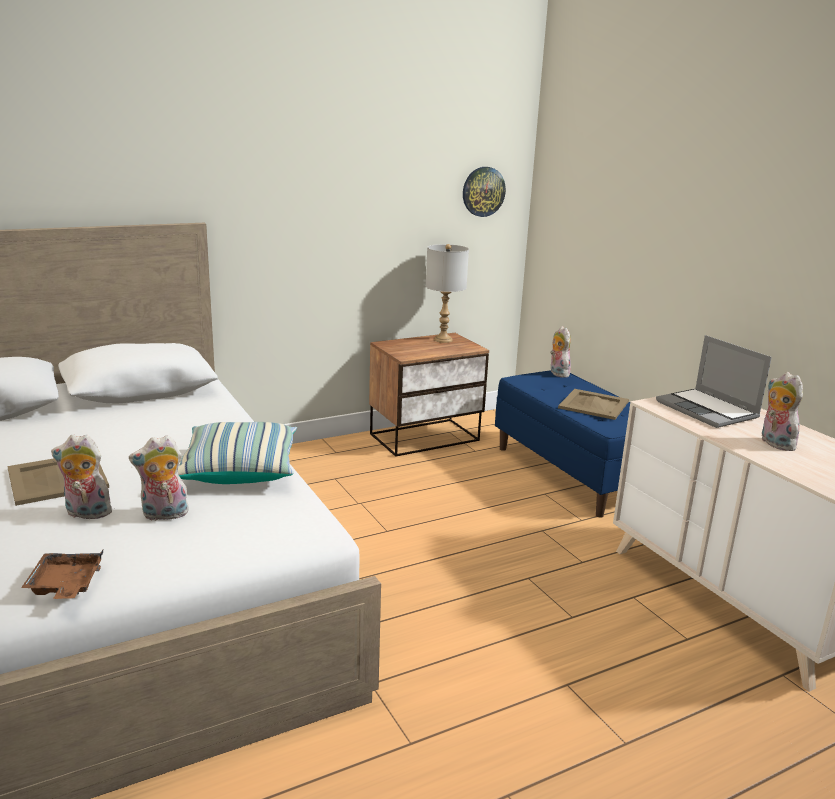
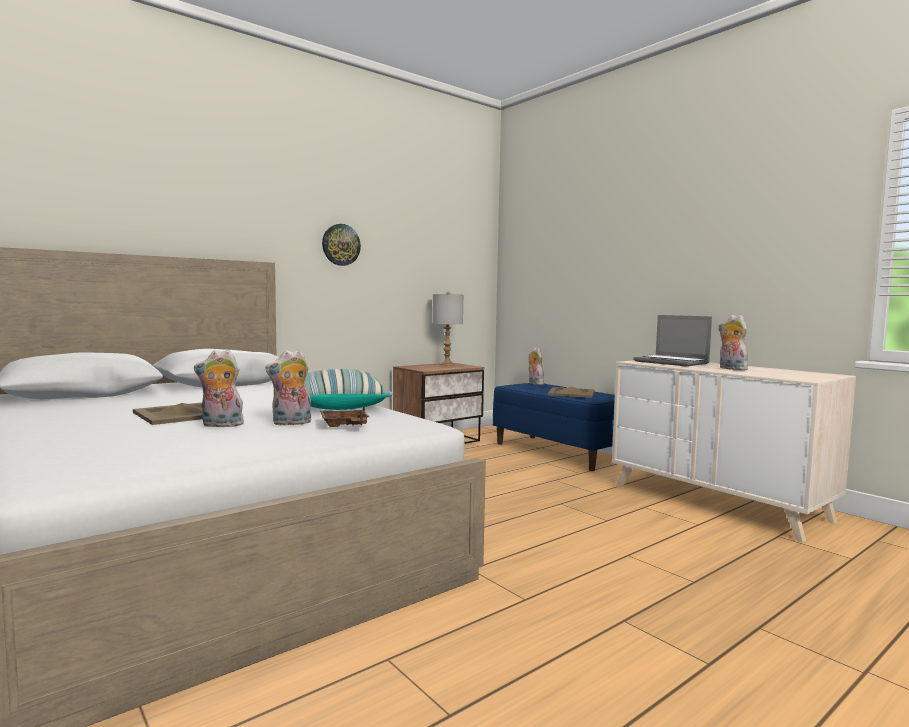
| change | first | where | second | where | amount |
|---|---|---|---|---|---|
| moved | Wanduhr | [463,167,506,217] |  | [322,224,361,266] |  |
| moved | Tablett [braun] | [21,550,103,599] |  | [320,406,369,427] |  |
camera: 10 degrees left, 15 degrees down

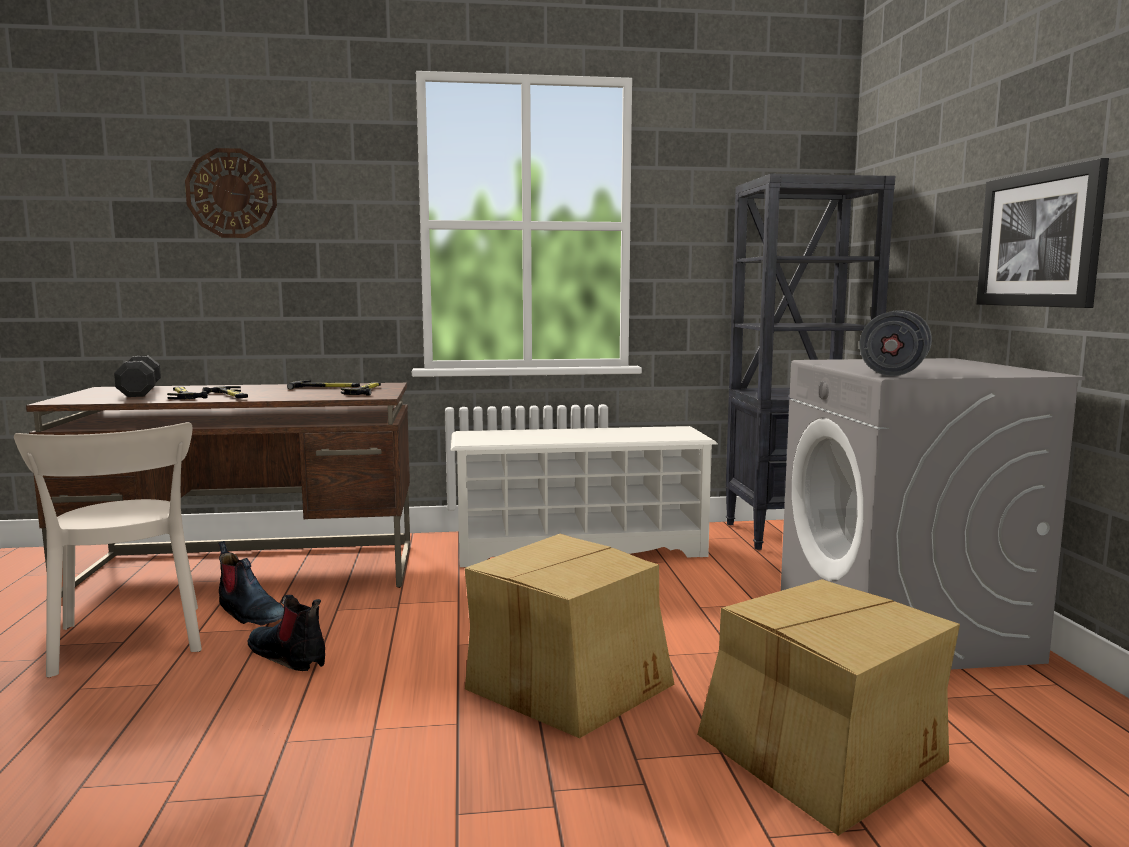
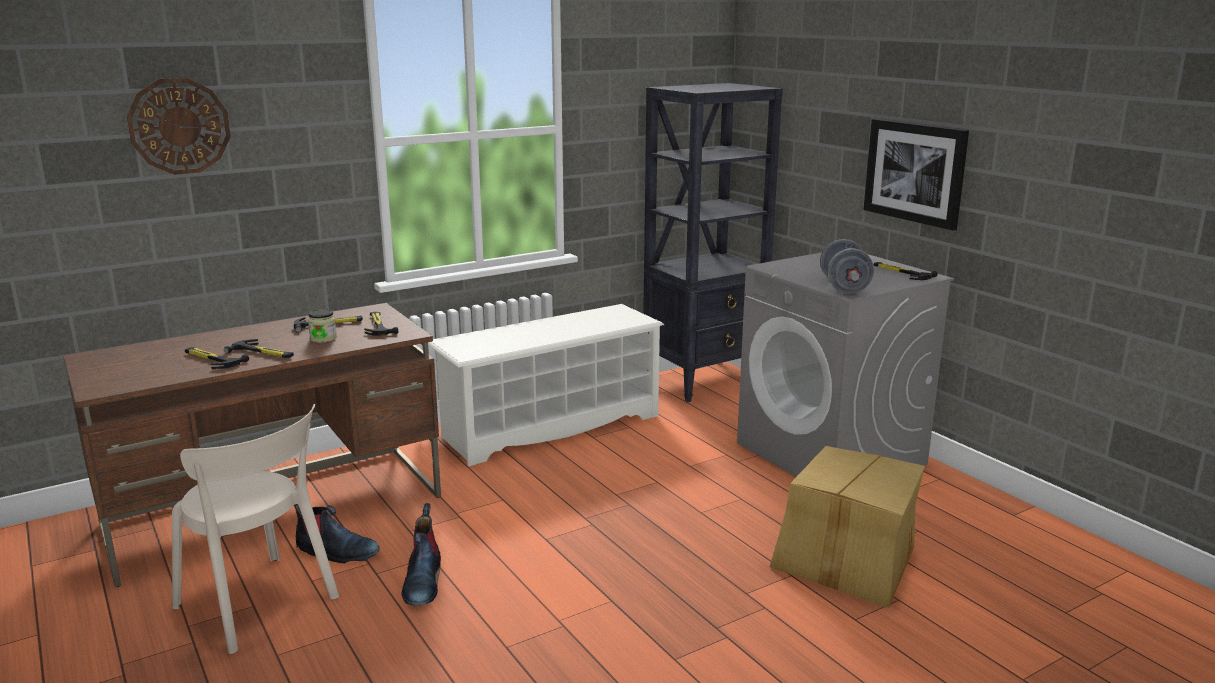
| change | first | where | second | where | amount |
|---|---|---|---|---|---|
| removed | Hantel [schwarz] | [114,356,161,397] |  |  |  |
| removed | Karton | [465,534,674,738] |  |  |  |
| turned | Stiefel | [248,595,325,671] |  | [401,503,441,606] | 105 degrees counterclockwise |
| added |  |  | Hammer | [874,262,938,280] |  |
| added |  |  | Vorratsglas | [308,309,337,343] |  |
camera: 25 degrees left, 10 degrees up

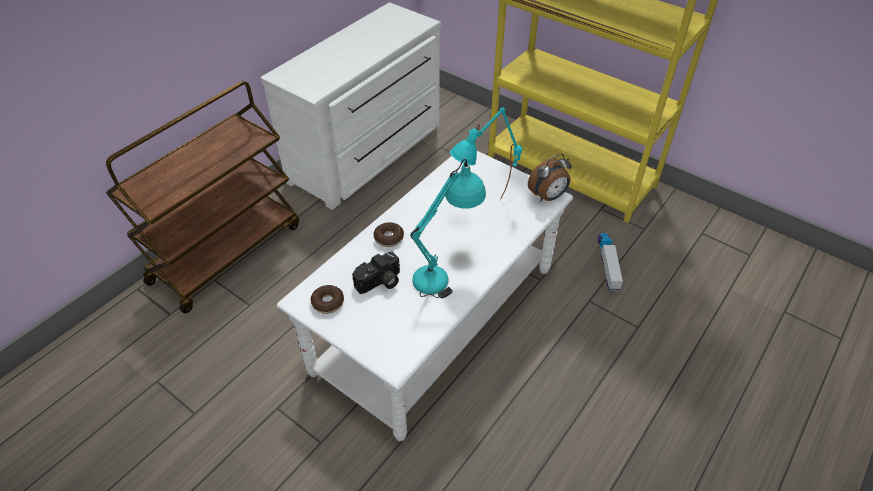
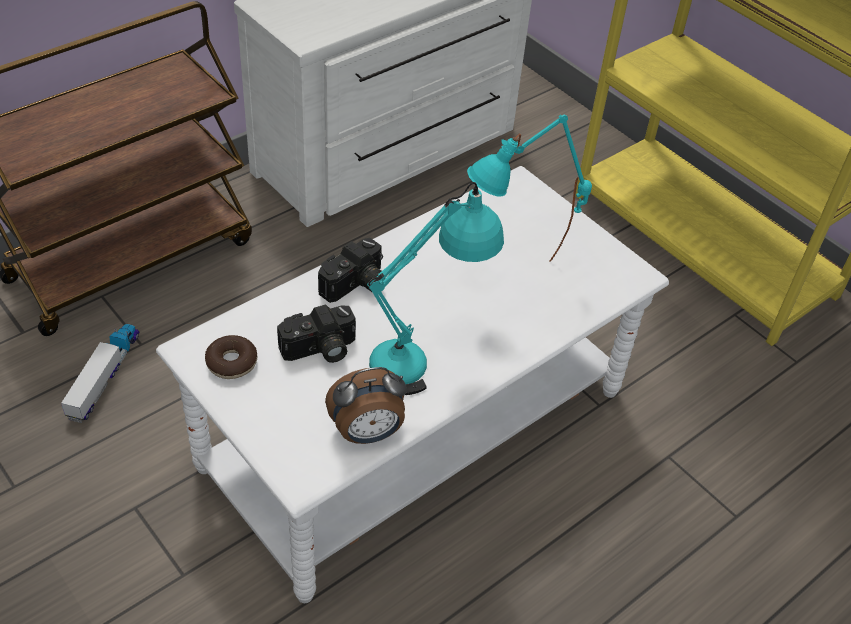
| change | first | where | second | where | amount |
|---|---|---|---|---|---|
| moved | Wecker | [528,154,572,202] |  | [325,367,407,444] |  |
| replaced | Donut | [374,222,404,247] | Kamera | [318,238,383,303] |  |
| moved | Spielzeuglaster | [598,233,623,292] |  | [61,324,140,423] |  |
camera: 10 degrees right, 0 degrees up

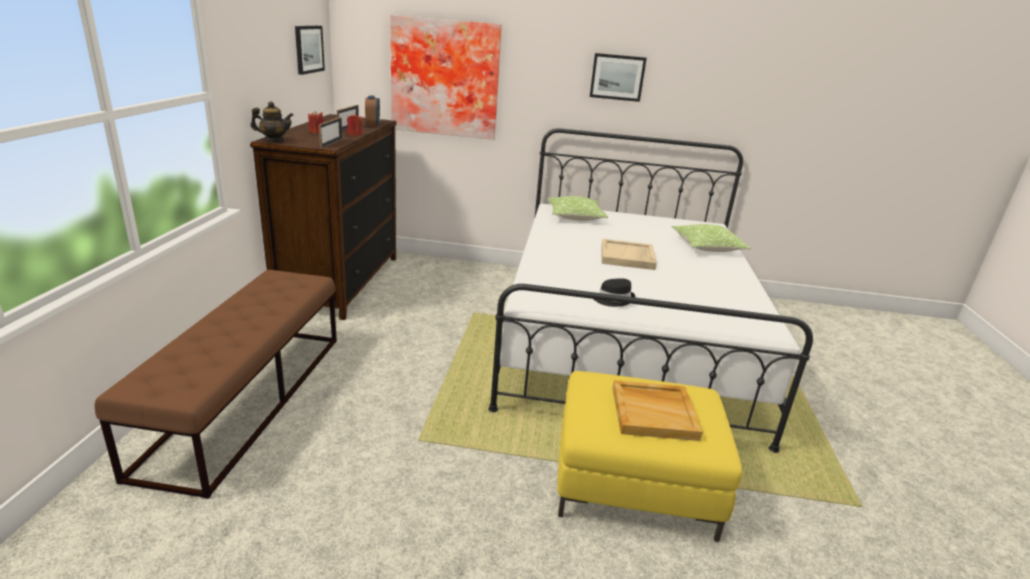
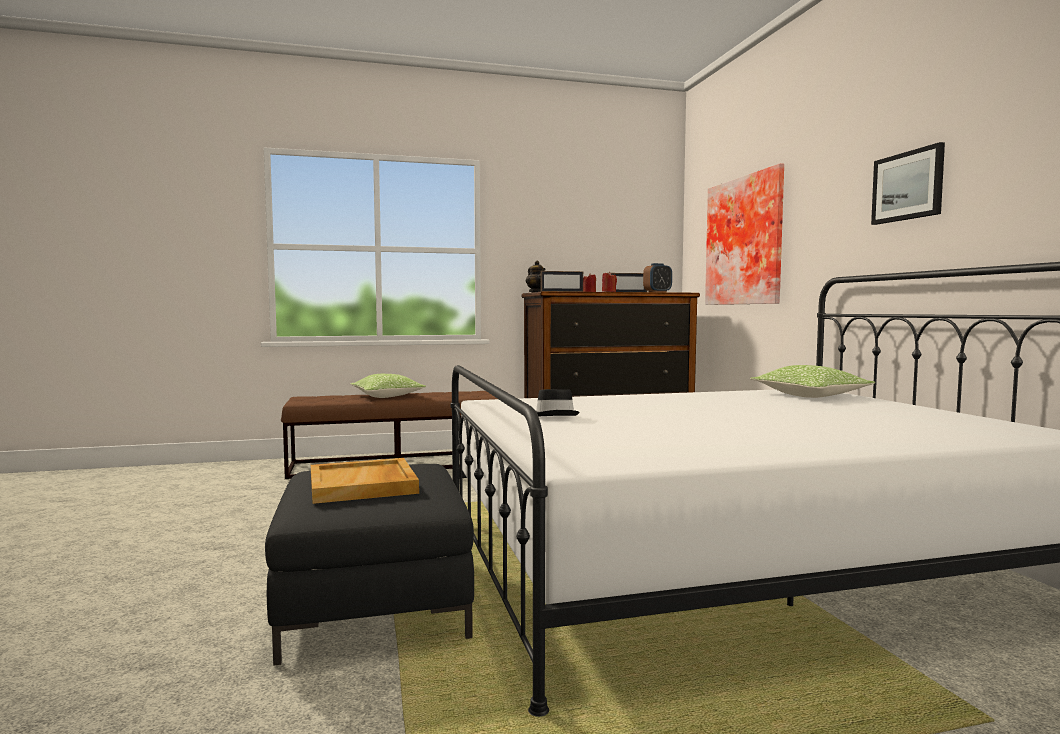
| change | first | where | second | where | amount |
|---|---|---|---|---|---|
| removed | Bild | [295,26,325,75] |  |  |  |
| moved | Kissen | [672,224,751,252] |  | [351,374,426,398] |  |
| removed | Tablett [beige] | [602,239,657,270] |  |  |  |
| recoloured | Polsterhocker [gelb] | [557,371,742,542] | Polsterhocker [schwarz] | [265,464,474,665] |  |
camera: 70 degrees right, 20 degrees down

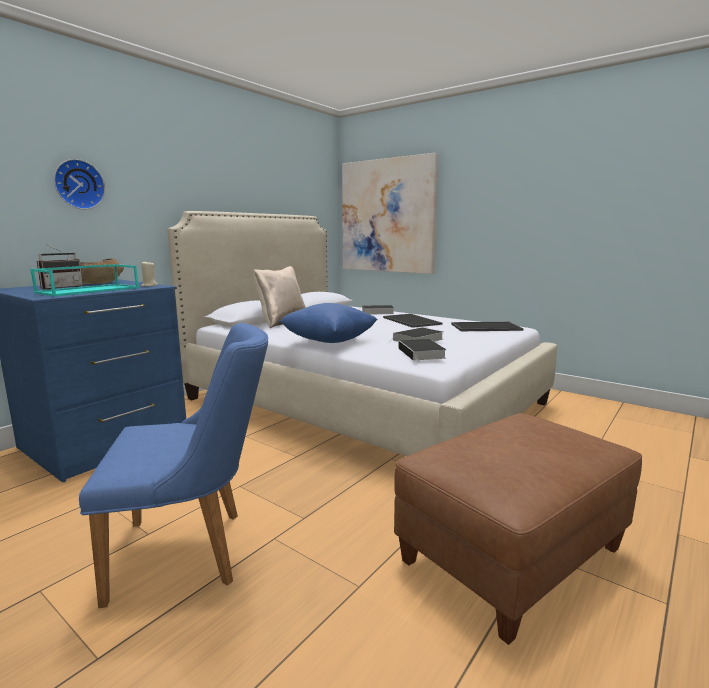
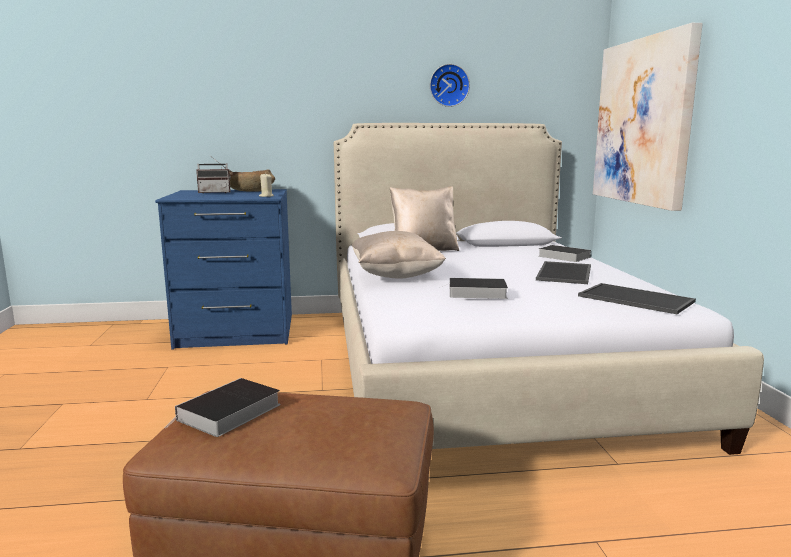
| change | first | where | second | where | amount |
|---|---|---|---|---|---|
| moved | Wanduhr | [54,159,105,209] |  | [430,64,470,107] |  |
| removed | Tablett [türkis] | [30,264,139,297] |  |  |  |
| recoloured | Kissen [blau] | [280,303,378,343] | Kissen [beige] | [351,231,446,278] |  |
| removed | Stuhl [blau] | [79,323,268,608] |  |  |  |
| moved | Buch | [398,339,447,363] |  | [164,378,280,437] |  |
camera: 45 degrees right, 0 degrees up

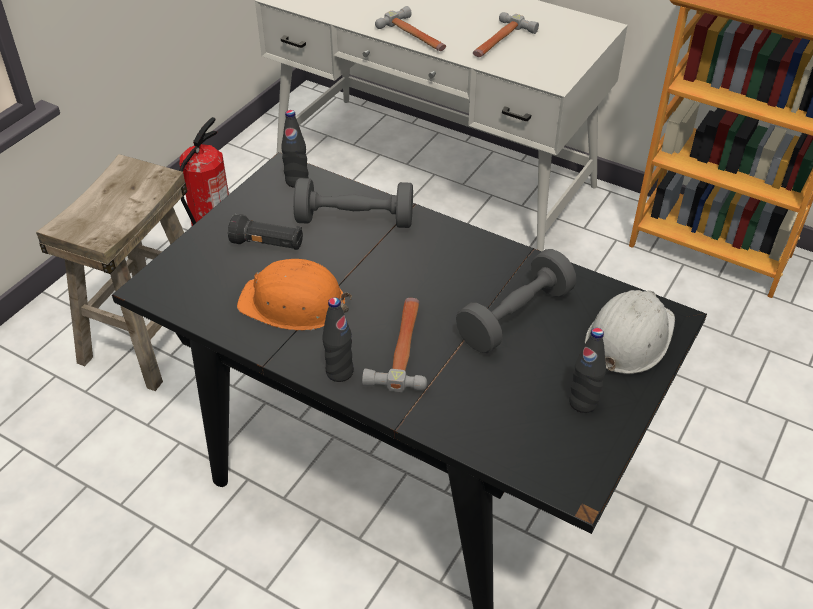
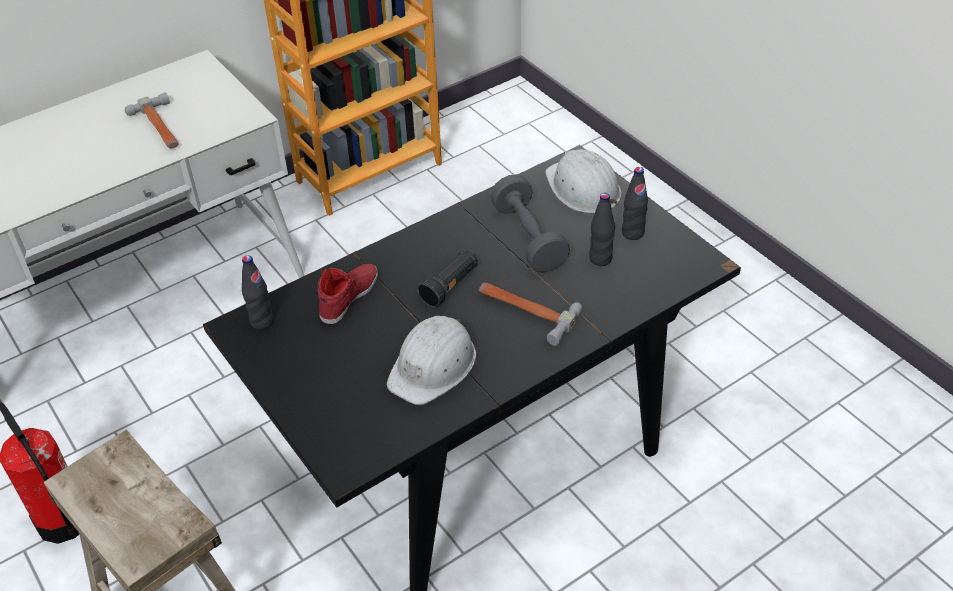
| change | first | where | second | where | amount |
|---|---|---|---|---|---|
| removed | Hammer | [375,6,446,51] |  |  |  |
| replaced | Hantel [grau] | [293,178,413,228] | Schuh [rot] | [317,264,378,324] |  |
| moved | Taschenlampe [schwarz] | [228,214,303,250] |  | [417,250,478,307] |  |
| recoloured | Schutzhelm [orange] | [237,259,352,331] | Schutzhelm [weiß] | [387,316,476,405] |  |
| moved | Flasche [schwarz] | [322,297,354,382] |  | [589,193,615,266] |  |
camera: 65 degrees left, 0 degrees up

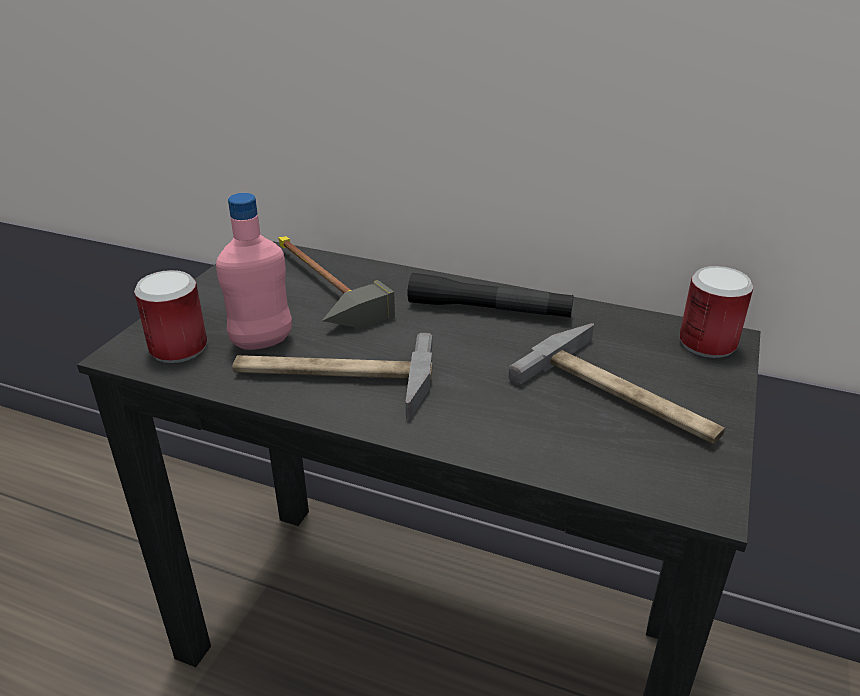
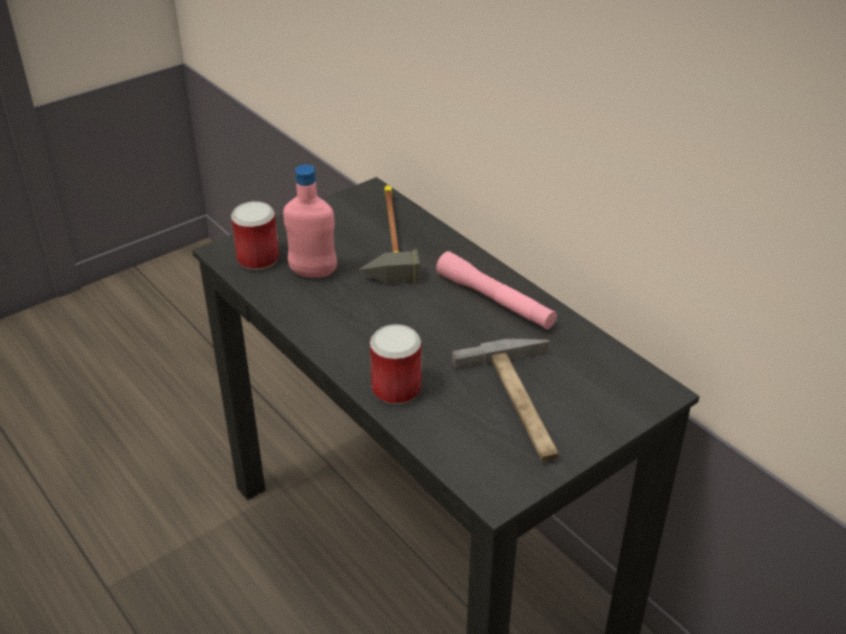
| change | first | where | second | where | amount |
|---|---|---|---|---|---|
| moved | Dose | [680,266,753,358] |  | [370,324,421,405] |  |
| recoloured | Taschenlampe [schwarz] | [407,273,574,318] | Taschenlampe [rosa] | [436,251,557,330] |  |
| removed | Hammer | [232,333,432,420] |  |  |  |
camera: 30 degrees right, 5 degrees up

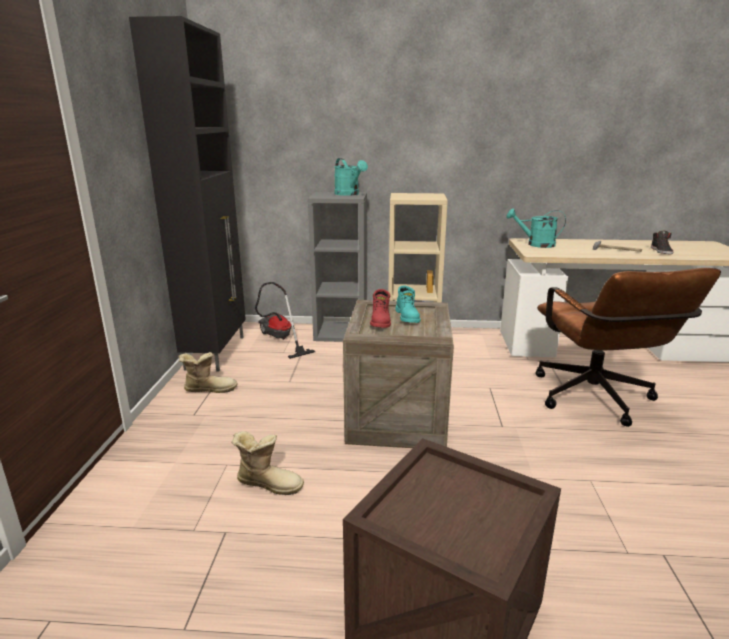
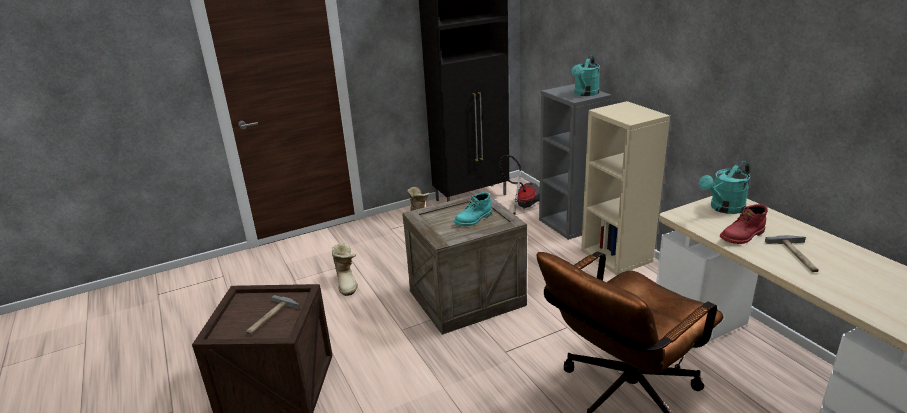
| change | first | where | second | where | amount |
|---|---|---|---|---|---|
| turned | Gießkanne [türkis] | [506,208,566,248] |  | [699,161,750,214] | 105 degrees counterclockwise |
| removed | Schuh [schwarz] | [651,231,674,254] |  |  |  |
| moved | Stiefel [rot] | [370,289,391,328] |  | [720,204,768,244] |  |
| added |  |  | Hammer | [245,295,300,334] |  |
camera: 60 degrees right, 5 degrees up

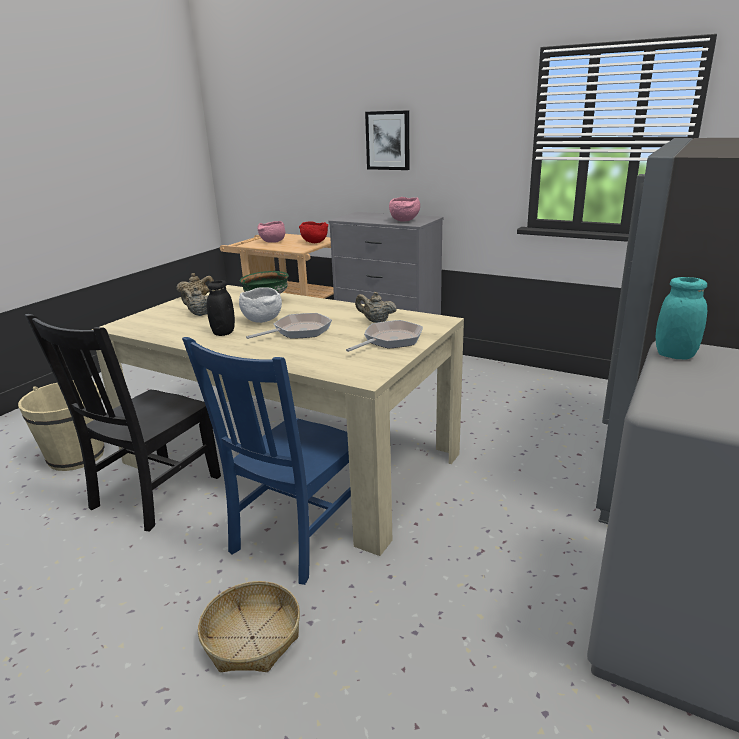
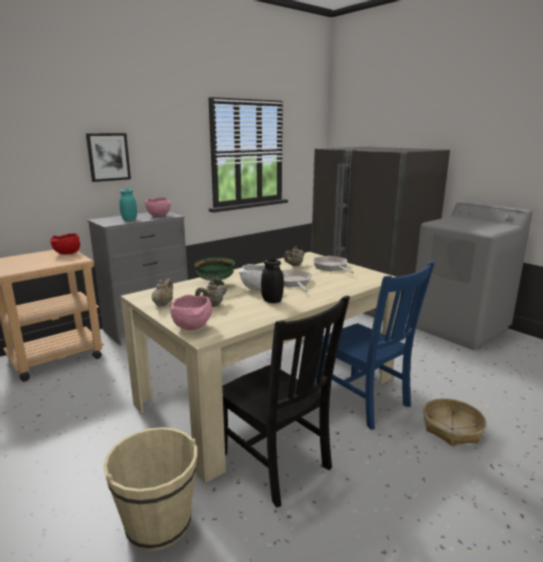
| change | first | where | second | where | amount |
|---|---|---|---|---|---|
| moved | Schüssel [rosa] | [257,221,286,243] |  | [170,295,212,330] |  |
| moved | Vorratsglas [türkis] | [656,277,707,359] |  | [119,189,137,221] |  |
camera: 70 degrees left, 5 degrees down

